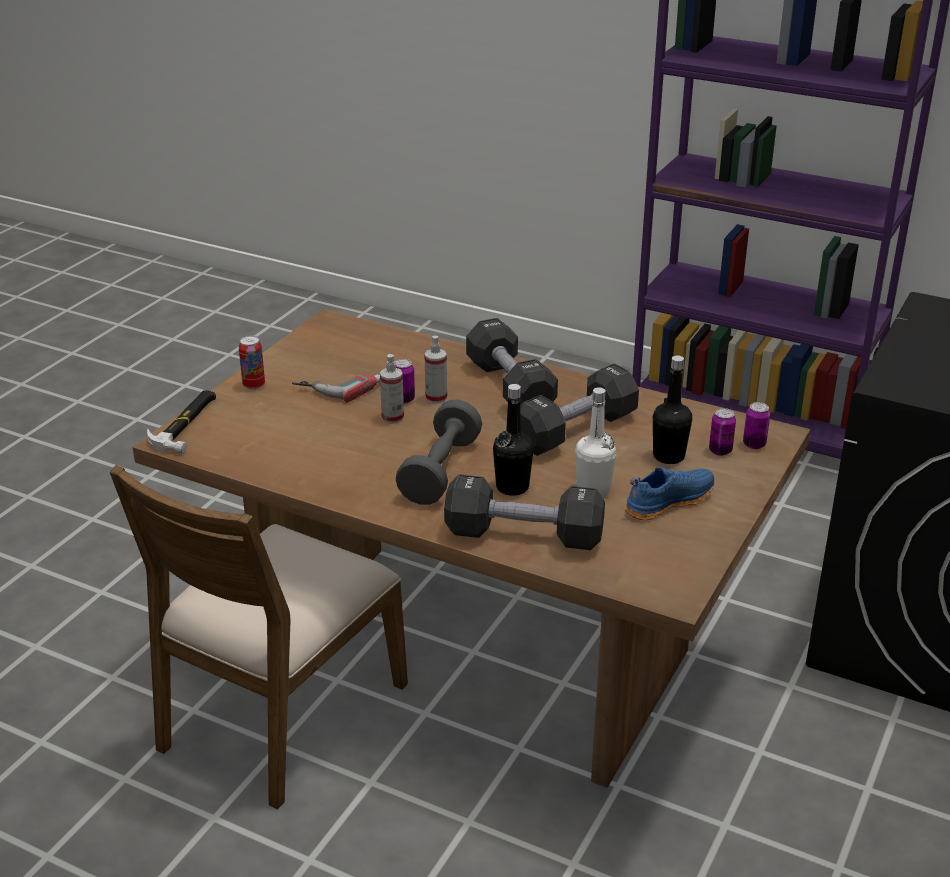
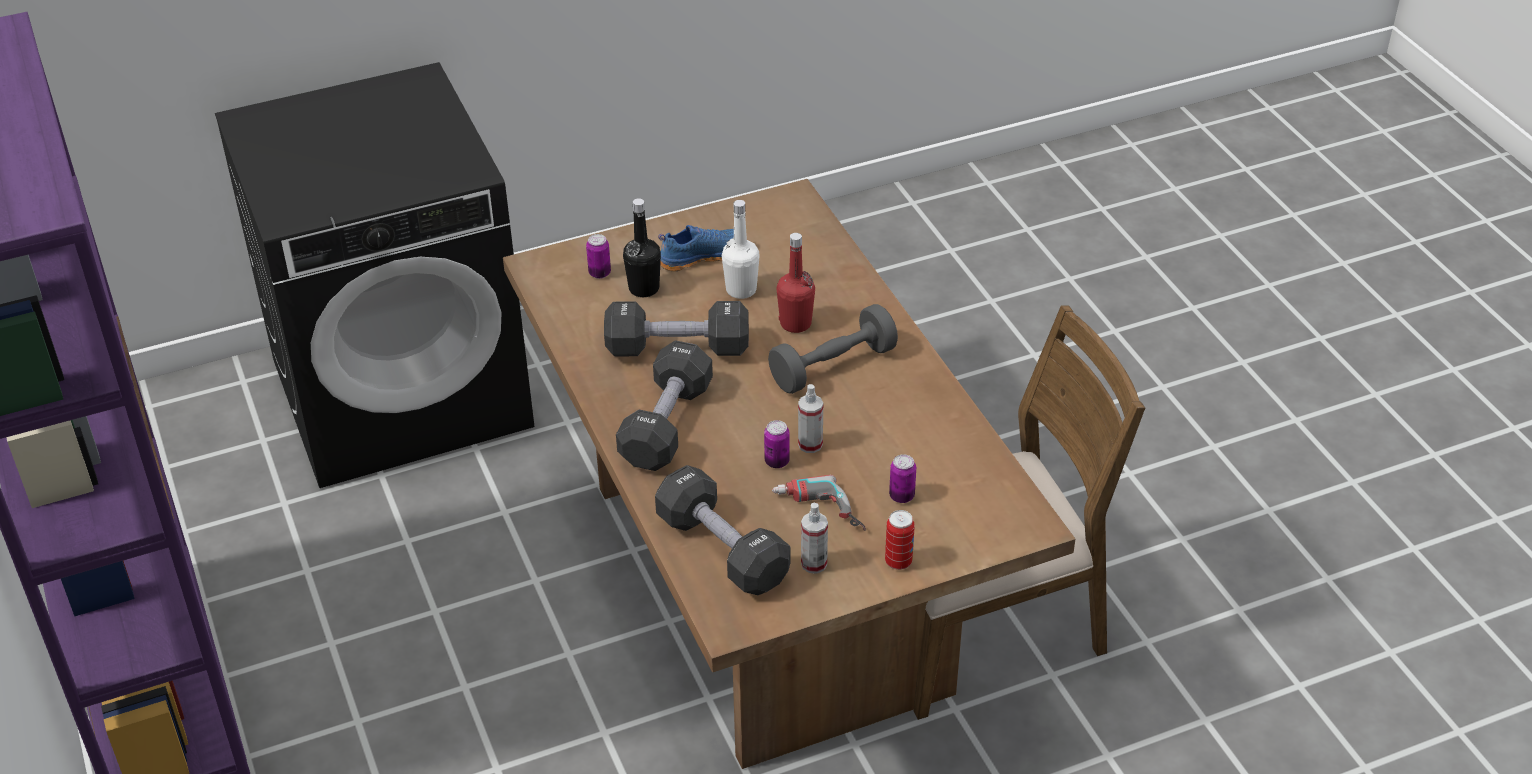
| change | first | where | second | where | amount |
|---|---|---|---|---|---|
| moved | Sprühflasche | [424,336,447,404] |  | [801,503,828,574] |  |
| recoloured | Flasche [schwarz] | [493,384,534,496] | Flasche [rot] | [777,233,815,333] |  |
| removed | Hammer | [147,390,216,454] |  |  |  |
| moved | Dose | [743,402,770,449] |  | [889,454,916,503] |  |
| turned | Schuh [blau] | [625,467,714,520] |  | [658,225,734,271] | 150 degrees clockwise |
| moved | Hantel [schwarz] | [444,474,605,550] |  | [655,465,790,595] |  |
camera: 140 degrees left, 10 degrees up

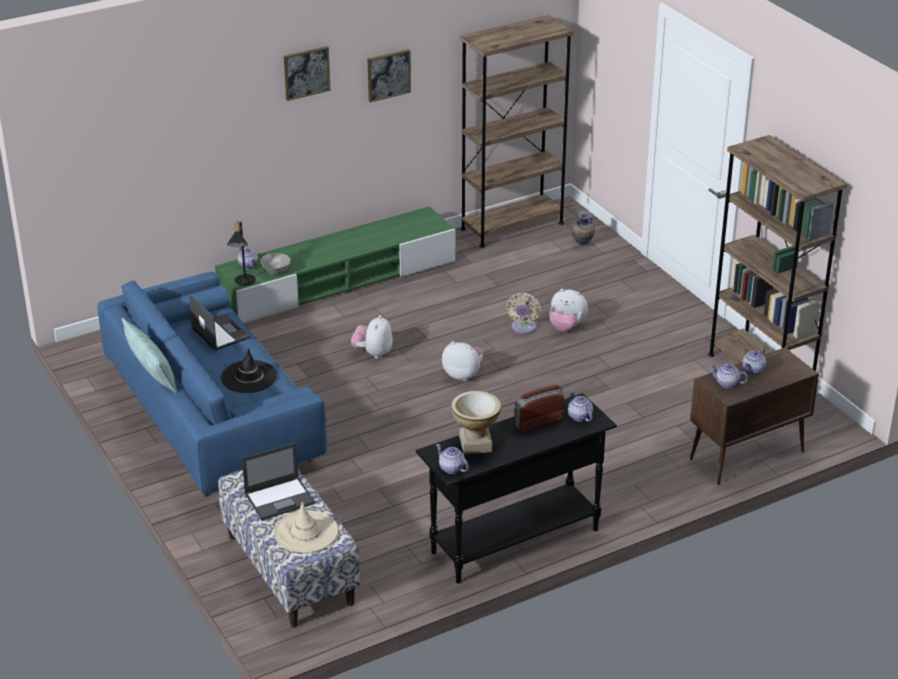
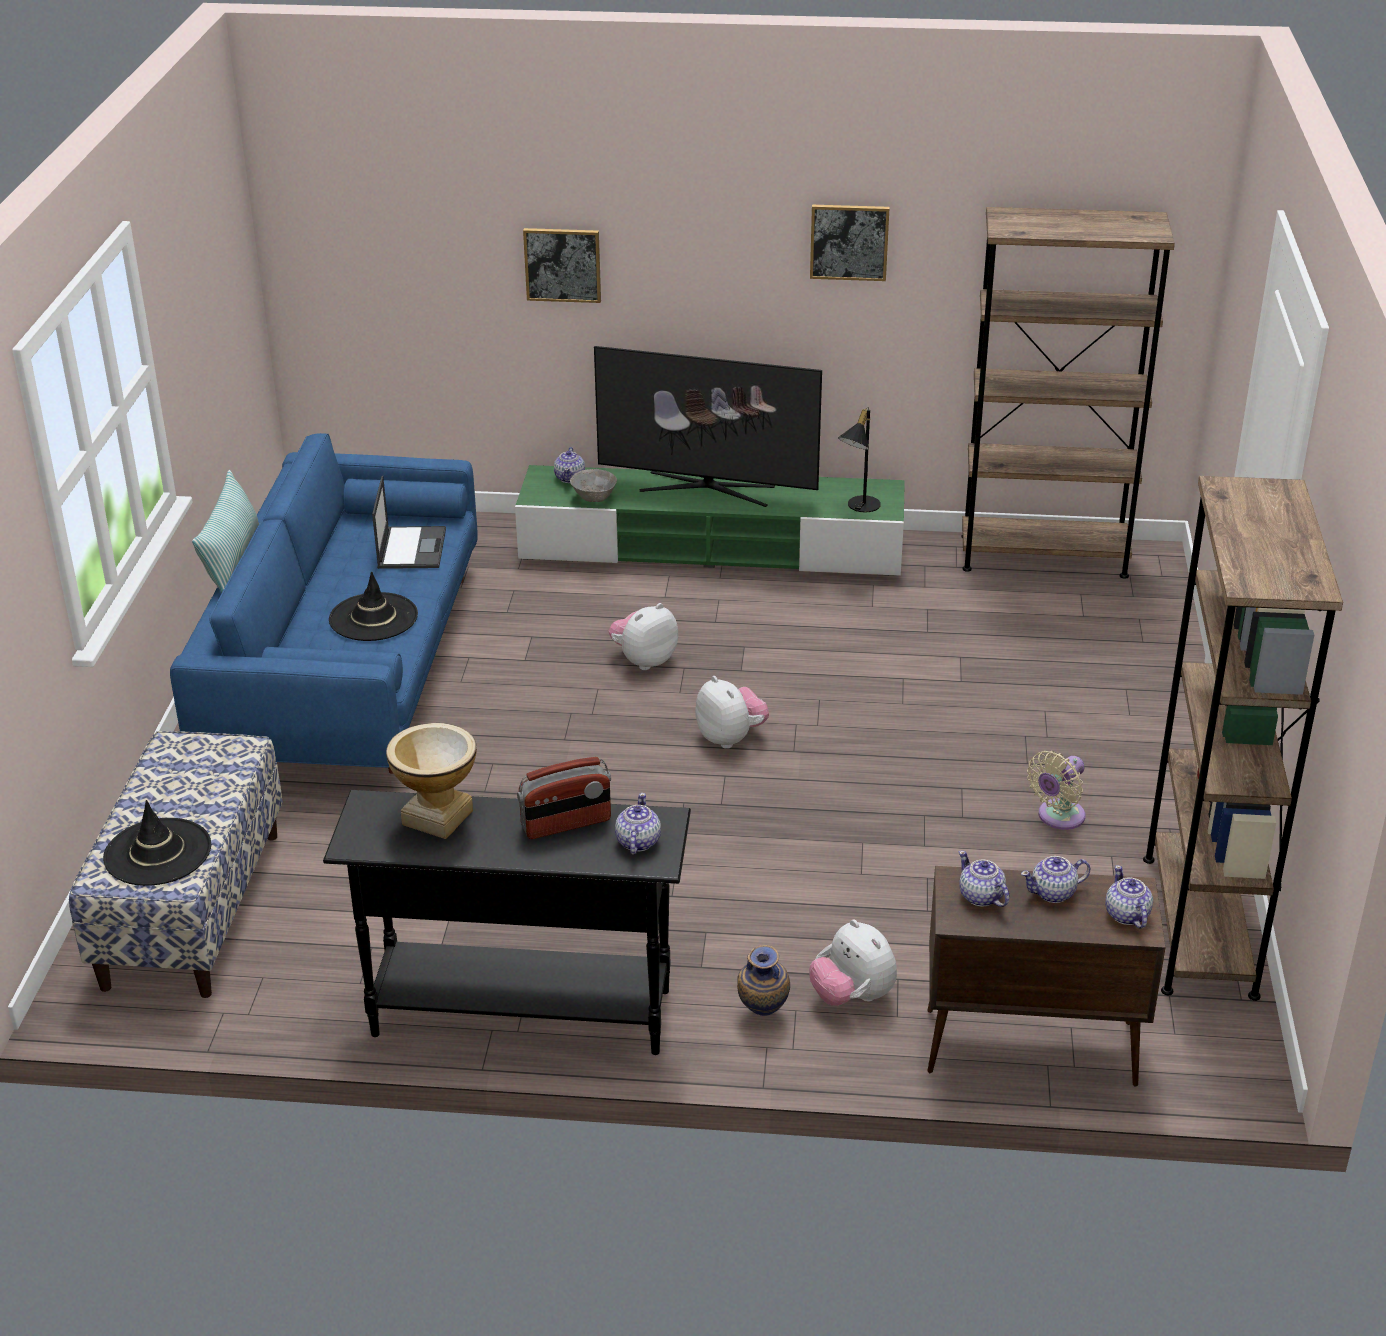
| change | first | where | second | where | amount |
|---|---|---|---|---|---|
| moved | Bild | [284,46,331,101] |  | [523,228,601,303] |  |
| moved | Vase | [572,211,595,245] |  | [737,945,790,1016] |  |
| moved | Tischlampe [schwarz] | [227,220,256,286] |  | [838,407,881,512] |  |
| moved | Plüschtier | [549,289,588,331] |  | [809,919,897,1006] |  |
| moved | Ventilator [beige] | [506,293,541,334] |  | [1027,751,1086,830] |  |
| turned | Radio | [515,385,564,432] |  | [517,757,611,839] | 150 degrees clockwise |
| removed | Laptop | [242,443,315,520] |  |  |  |
| moved | Teekanne | [436,444,469,474] |  | [1105,865,1153,929] |  |
| recoloured | Hut [beige] | [274,502,338,553] | Hut [schwarz] | [103,800,211,886] |  |
| added |  |  | Fernseher | [594,346,822,507] |  |
camera: 35 degrees right, 0 degrees up

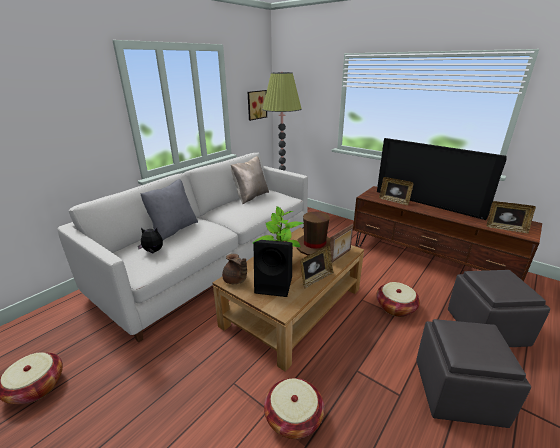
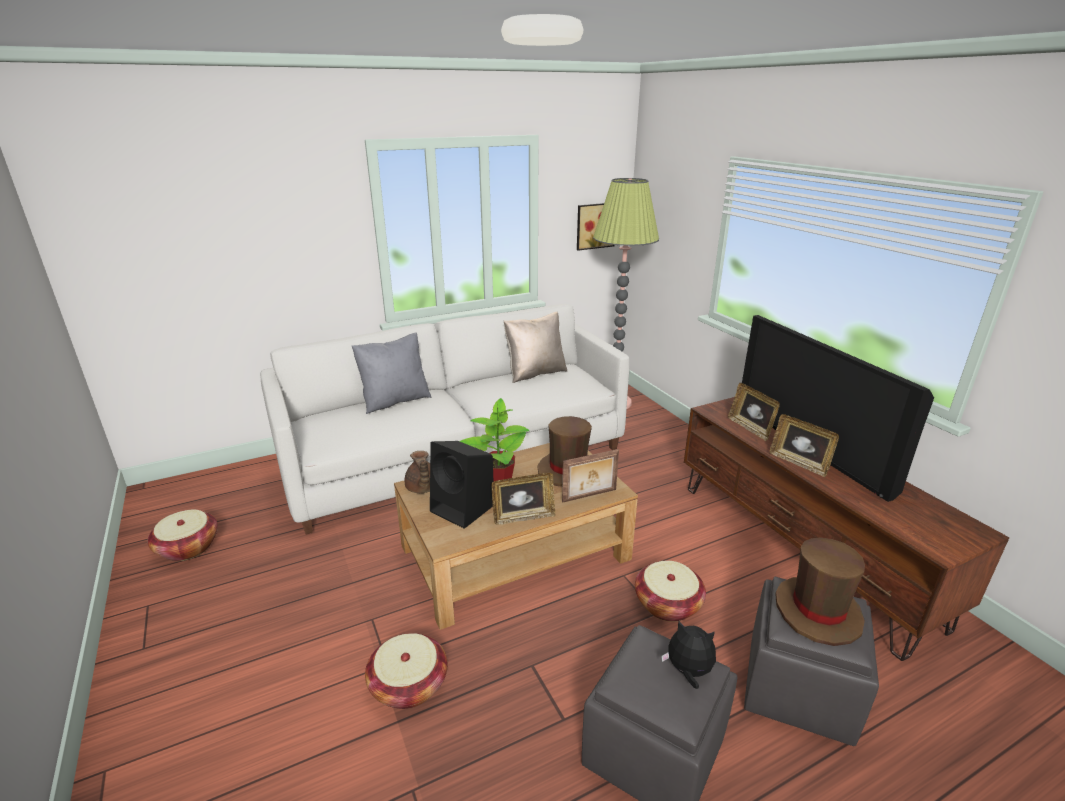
| change | first | where | second | where | amount |
|---|---|---|---|---|---|
| moved | Bilderrahmen | [487,201,536,233] |  | [770,414,839,477] |  |
| moved | Plüschtier | [138,228,163,254] |  | [661,621,716,689] |  |
| added |  |  | Hut [braun] | [775,537,865,646] |  |
camera: 25 degrees right, 0 degrees up

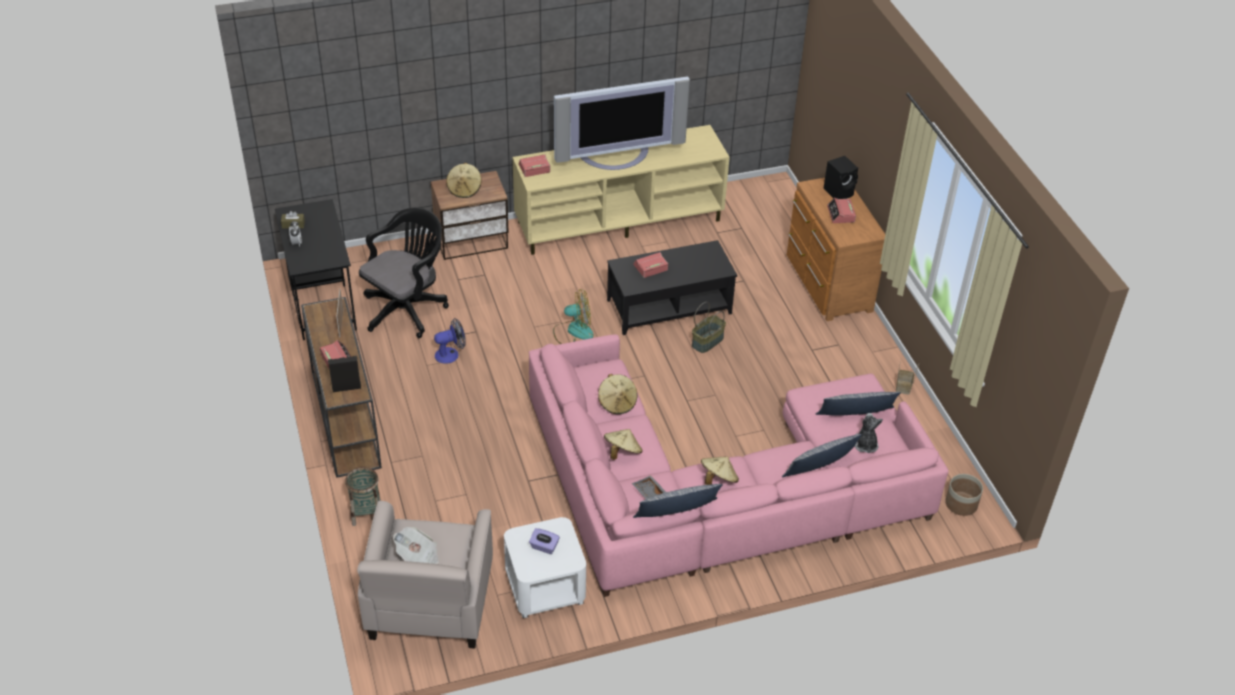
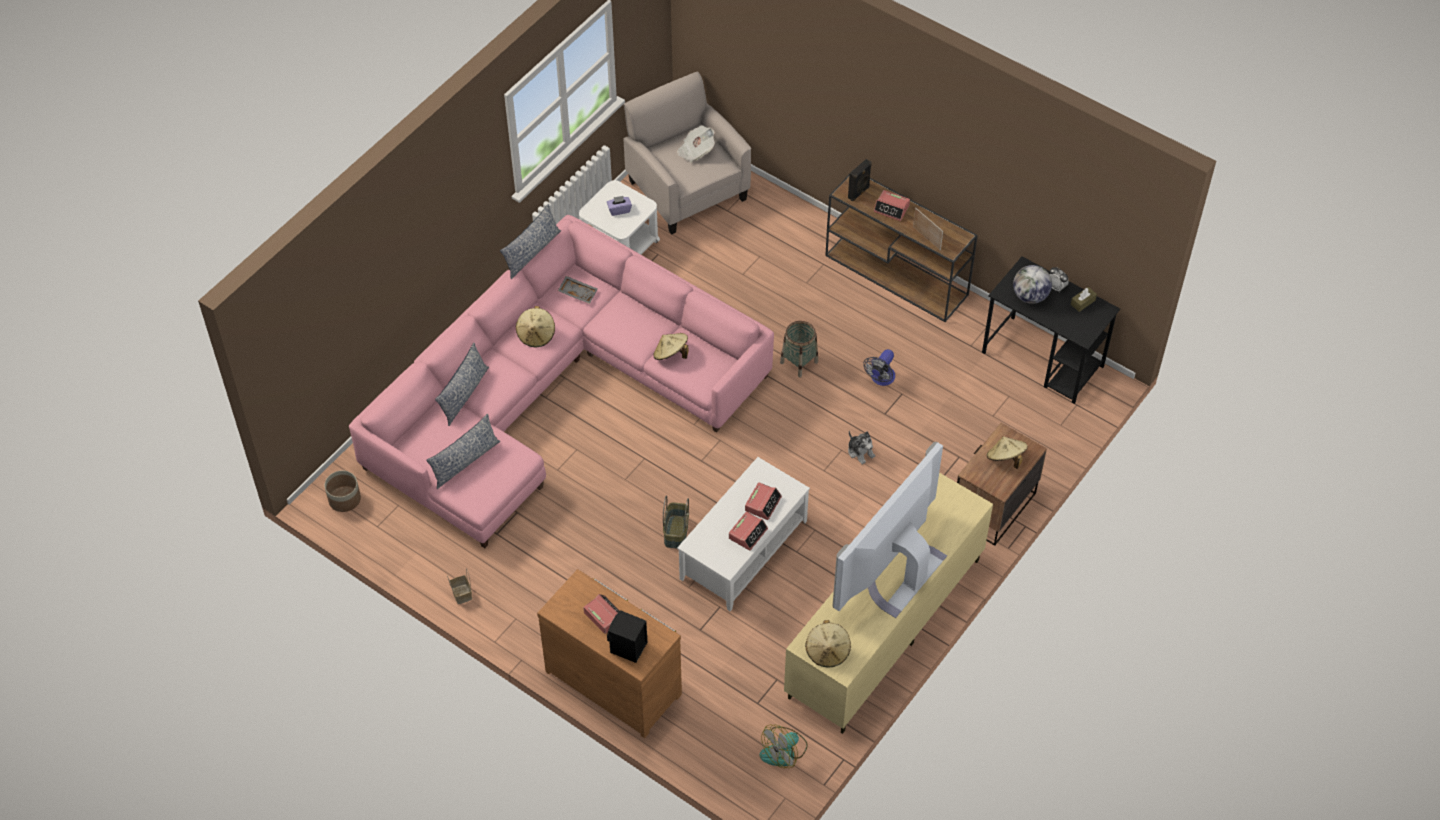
| change | first | where | second | where | amount |
|---|---|---|---|---|---|
| moved | Wecker | [519,155,550,177] |  | [729,512,768,551] |  |
| removed | Bürostuhl [schwarz] | [359,207,449,338] |  |  |  |
| recoloured | Couchtisch [schwarz] | [607,240,737,335] | Couchtisch [weiß] | [677,457,810,611] |  |
| moved | Ventilator | [553,289,594,344] |  | [760,724,808,768] |  |
| moved | Plüschtier | [855,413,883,453] |  | [848,431,875,465] |  |
| moved | Hut [beige] | [604,429,643,460] |  | [805,620,851,667] |  |
| moved | Korb | [345,467,381,526] |  | [780,321,818,378] |  |
| added |  |  | Globus | [1013,265,1052,304] |  |
camera: 145 degrees right, 10 degrees up

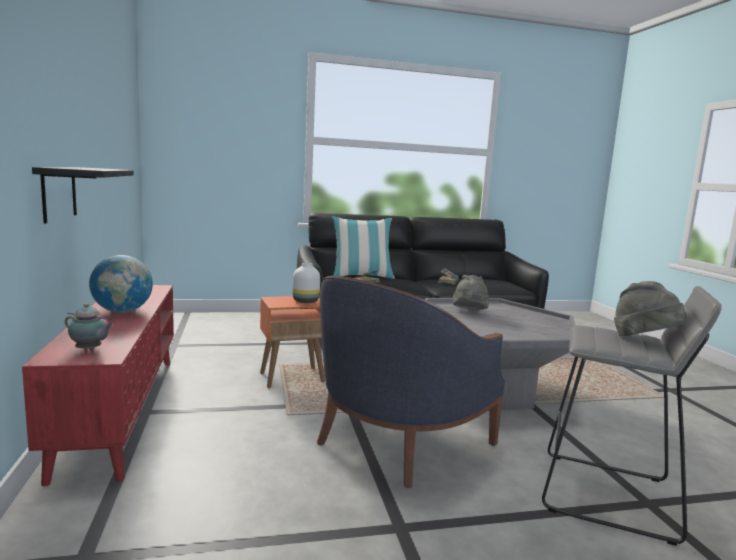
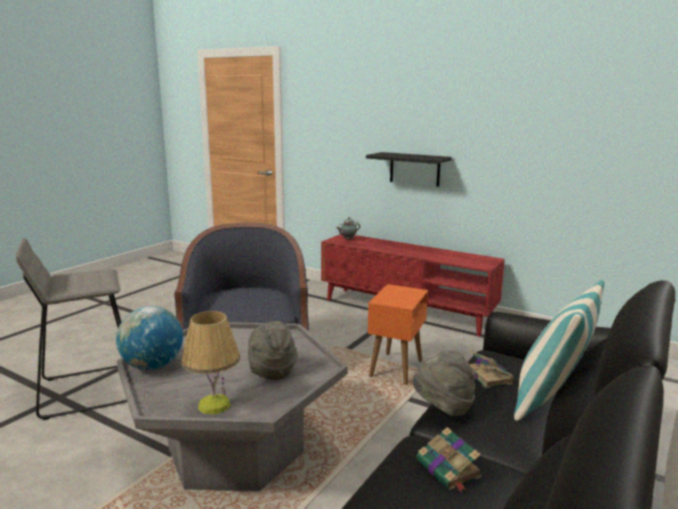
| change | first | where | second | where | amount |
|---|---|---|---|---|---|
| moved | Globus | [89,255,153,313] |  | [116,306,183,370] |  |
| removed | Vase [weiß] | [293,263,320,303] |  |  |  |
| moved | Hut [grau] | [614,281,686,336] |  | [413,351,475,416] |  |
| added |  |  | Tischlampe | [181,311,240,414] |  |
camera: 135 degrees right, 5 degrees up

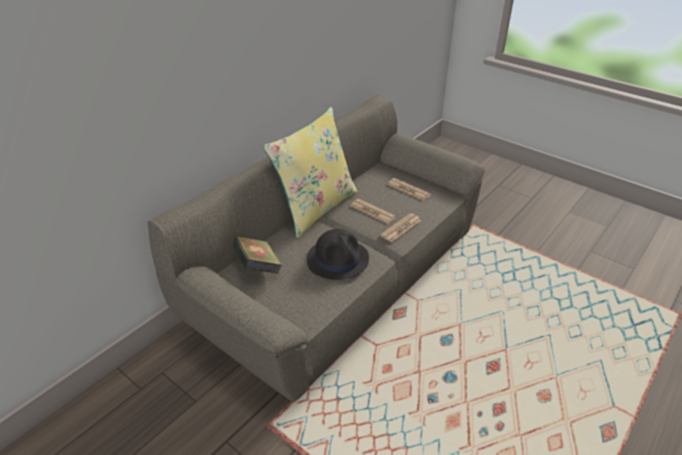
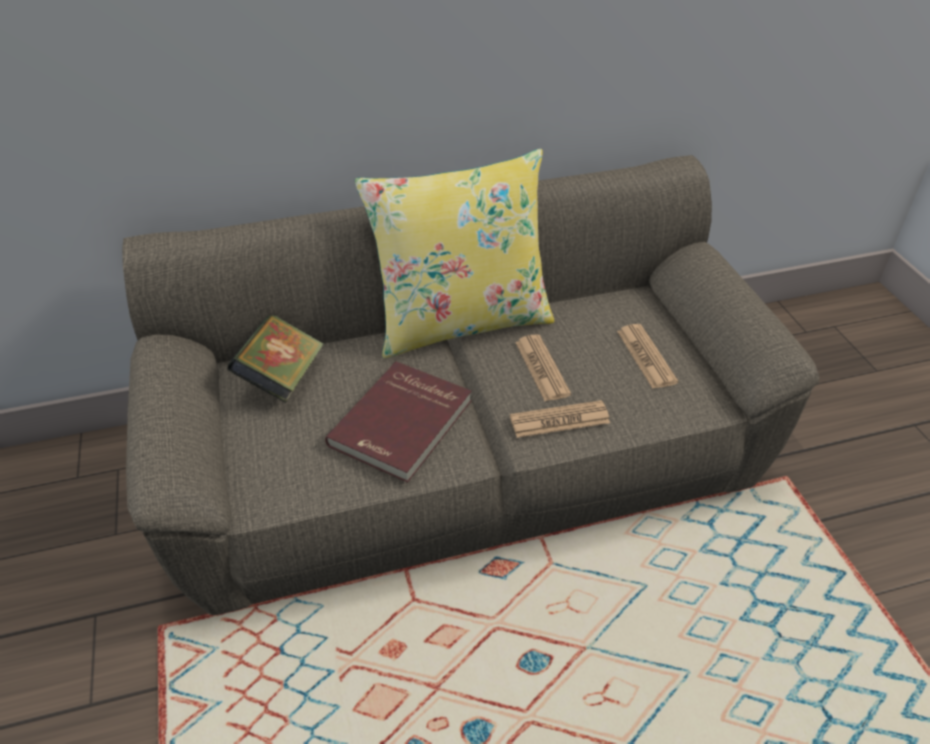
| change | first | where | second | where | amount |
|---|---|---|---|---|---|
| replaced | Hut [schwarz] | [307,229,369,280] | Buch [rot] | [325,361,472,482] |  |
camera: 35 degrees right, 5 degrees up

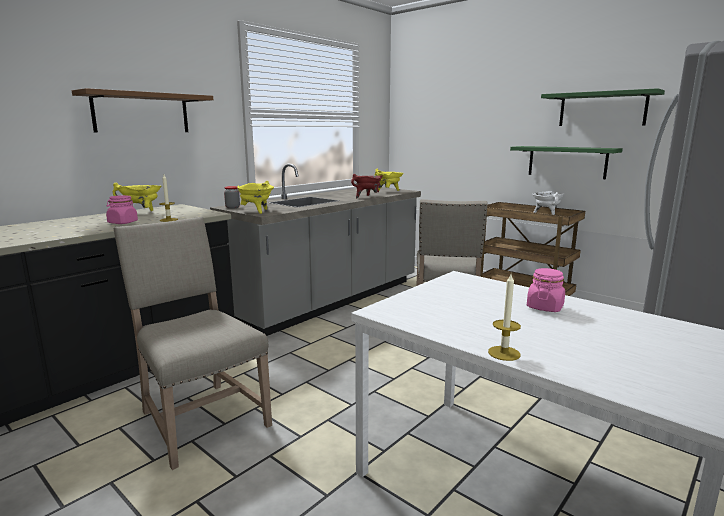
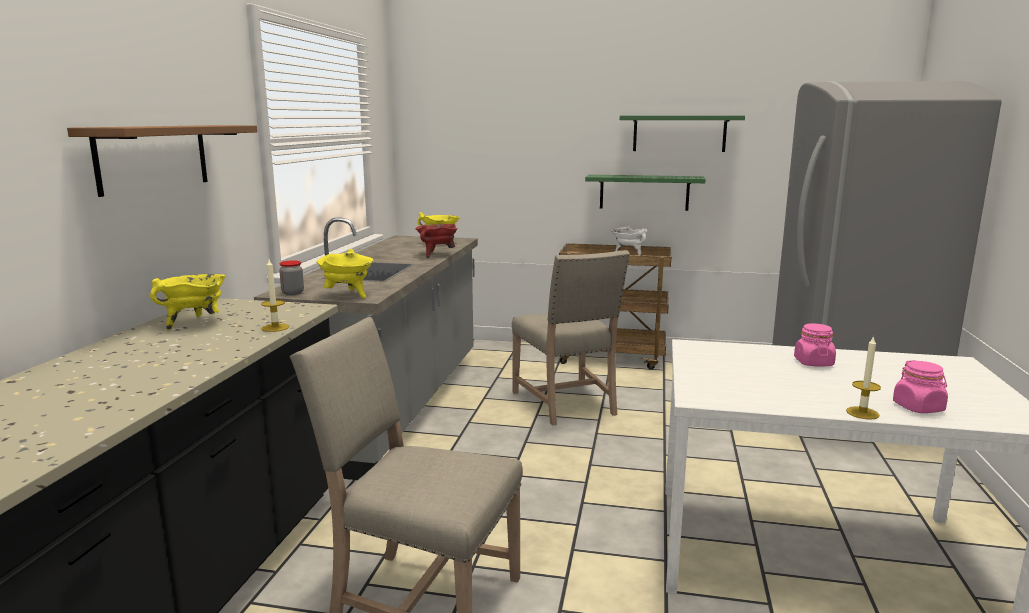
| change | first | where | second | where | amount |
|---|---|---|---|---|---|
| moved | Vorratsglas [rosa] | [106,195,138,224] |  | [893,360,948,413] |  |
camera: 30 degrees left, 0 degrees up

